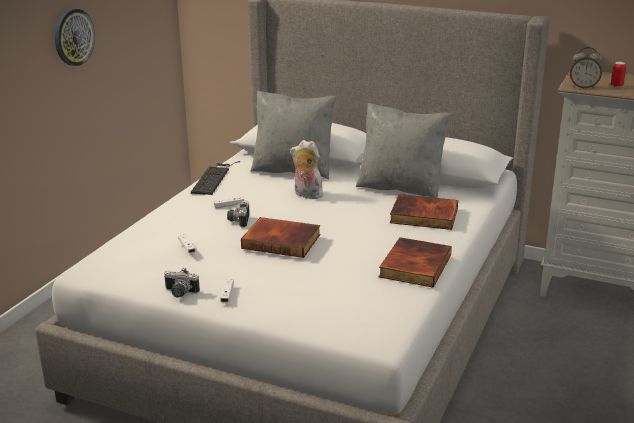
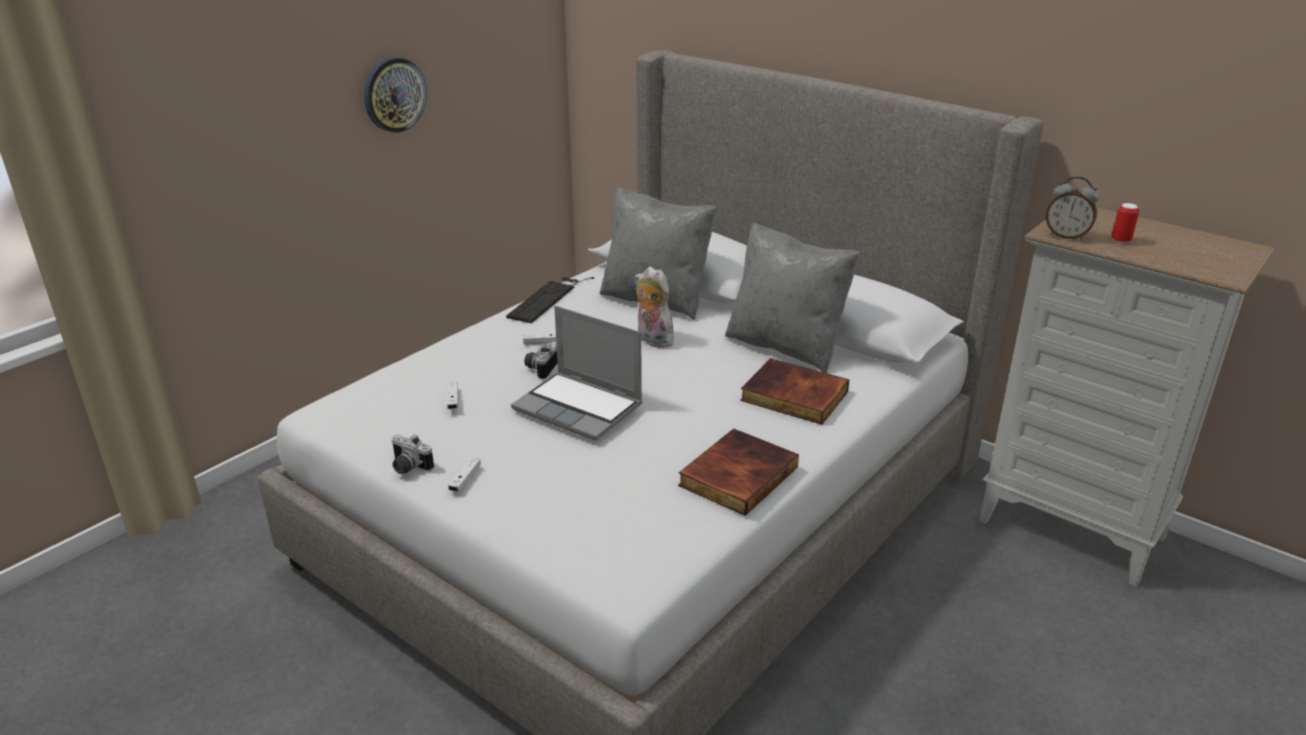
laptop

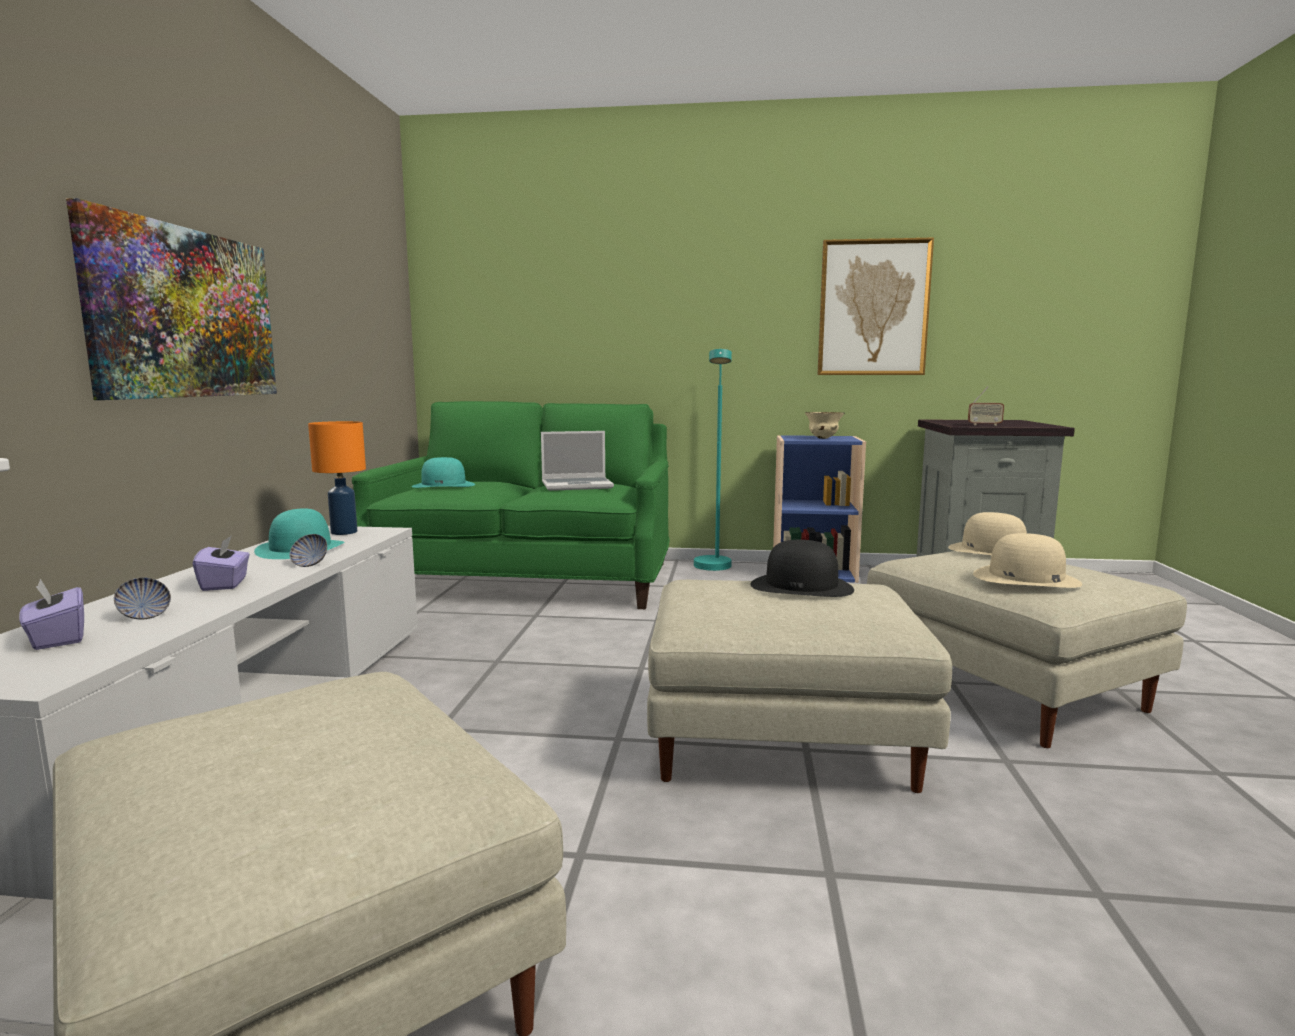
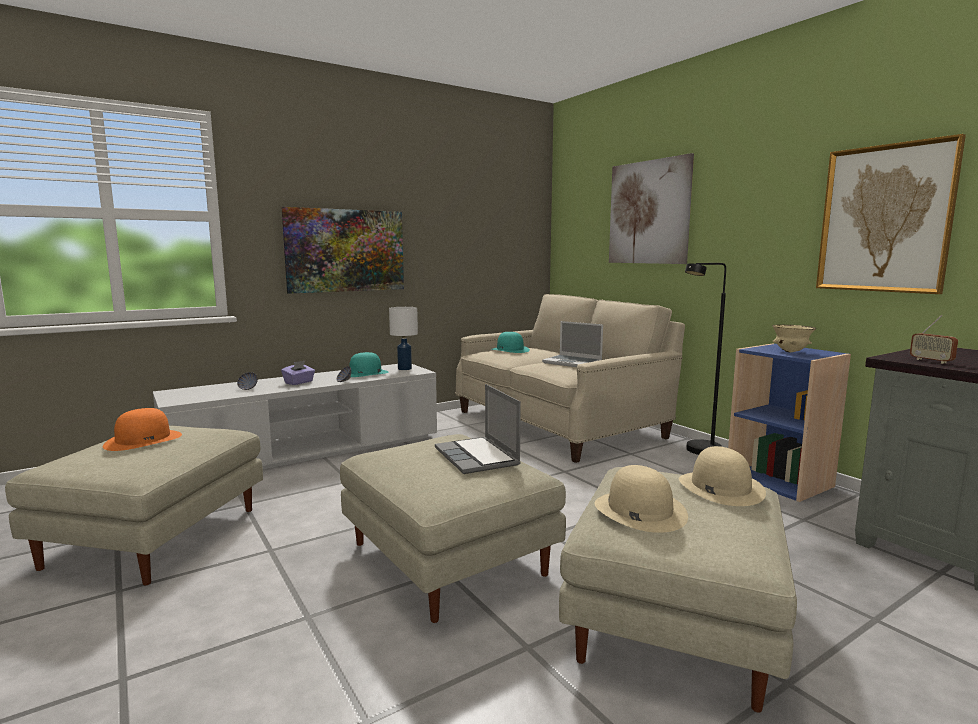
orange hat
white table lamp
laptop (no. 1 from left)
beige sofa
picture (no. 2 from left)
black floor lamp
purple tissue box (no. 1 from left in the first image)

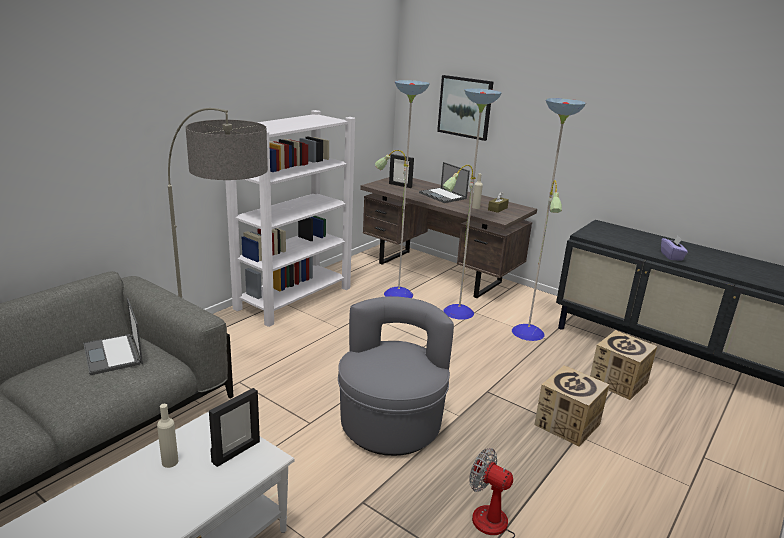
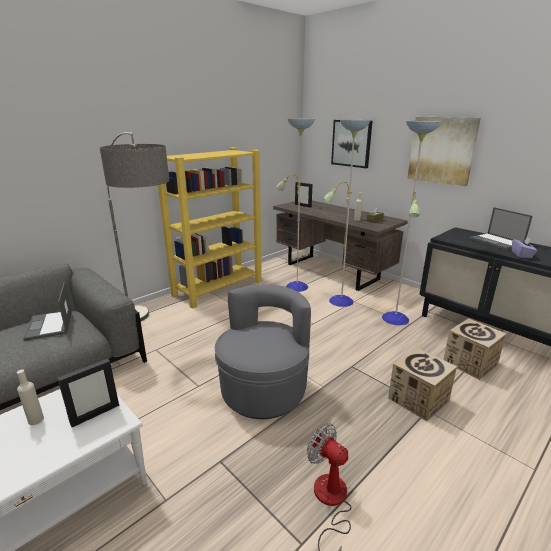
yellow bookcase
picture (no. 2 from left)
laptop (no. 2 from left)

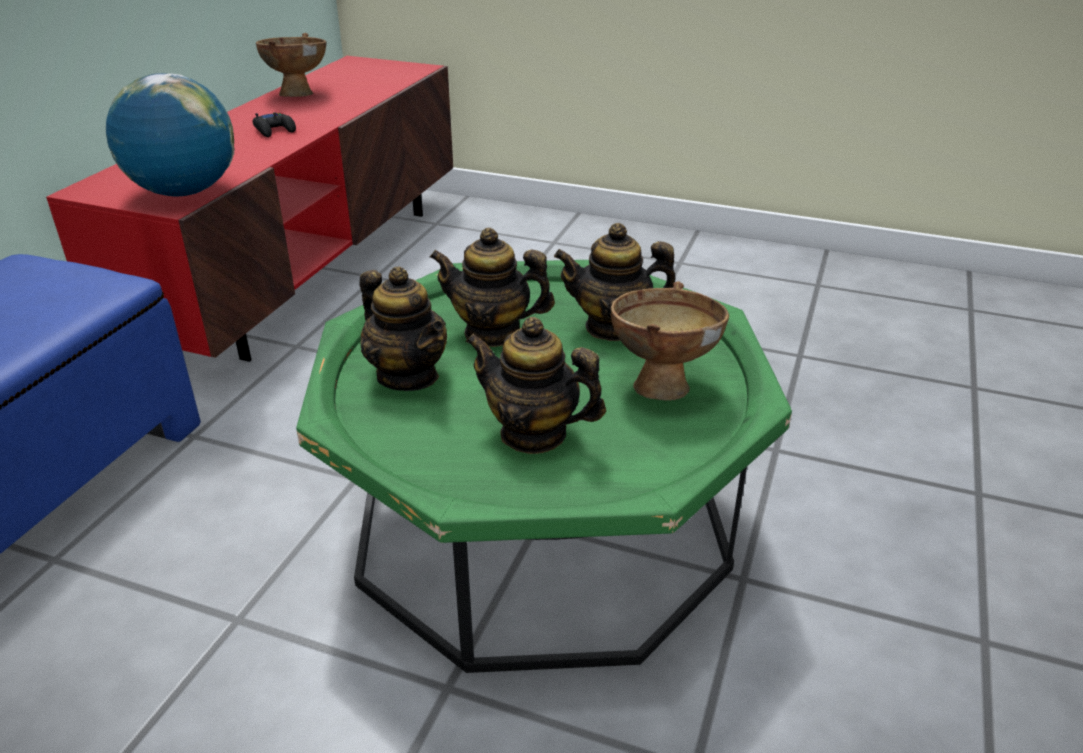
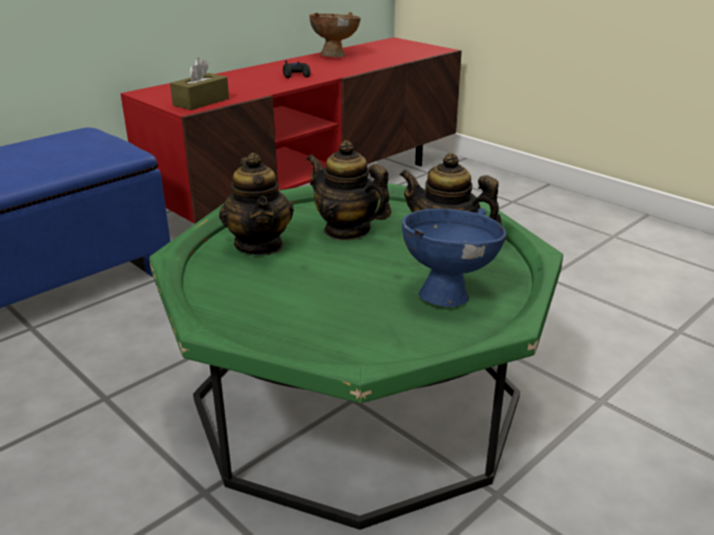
brown tissue box
blue bowl
teapot (no. 3 from left in the first image)

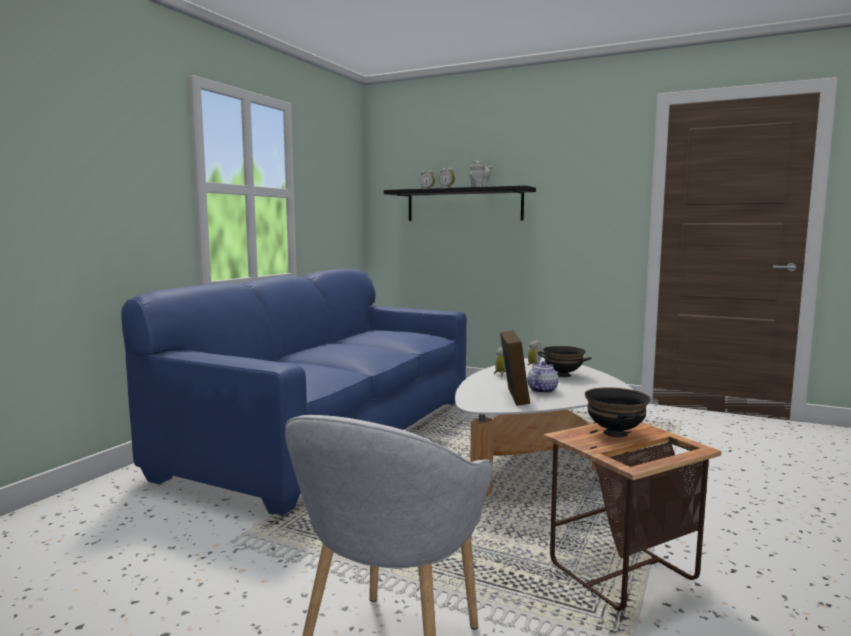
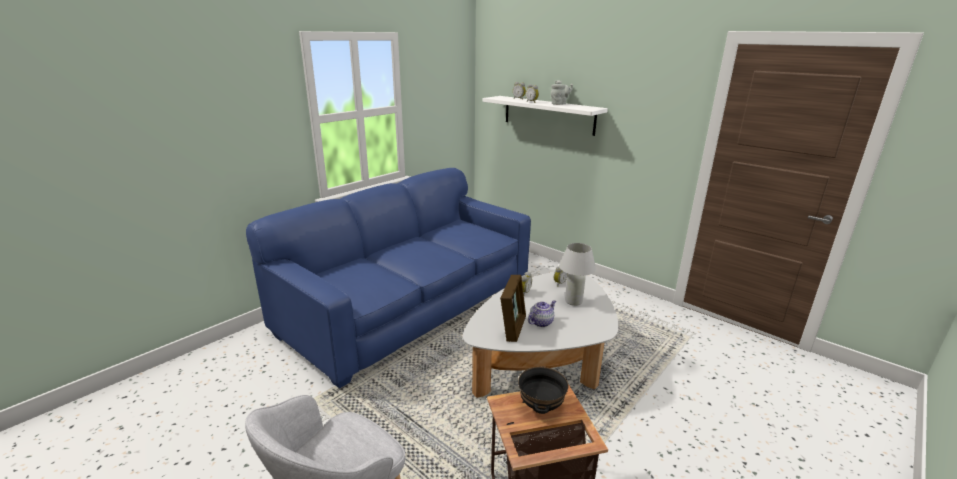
white shelf
white table lamp

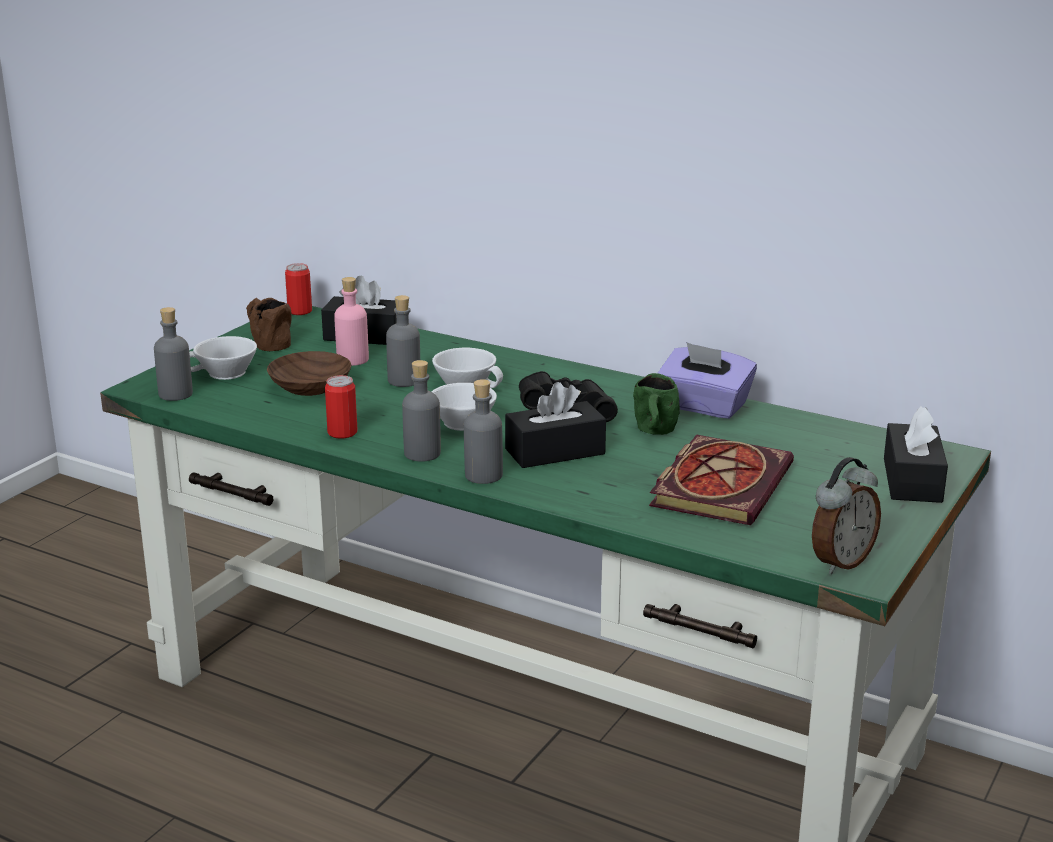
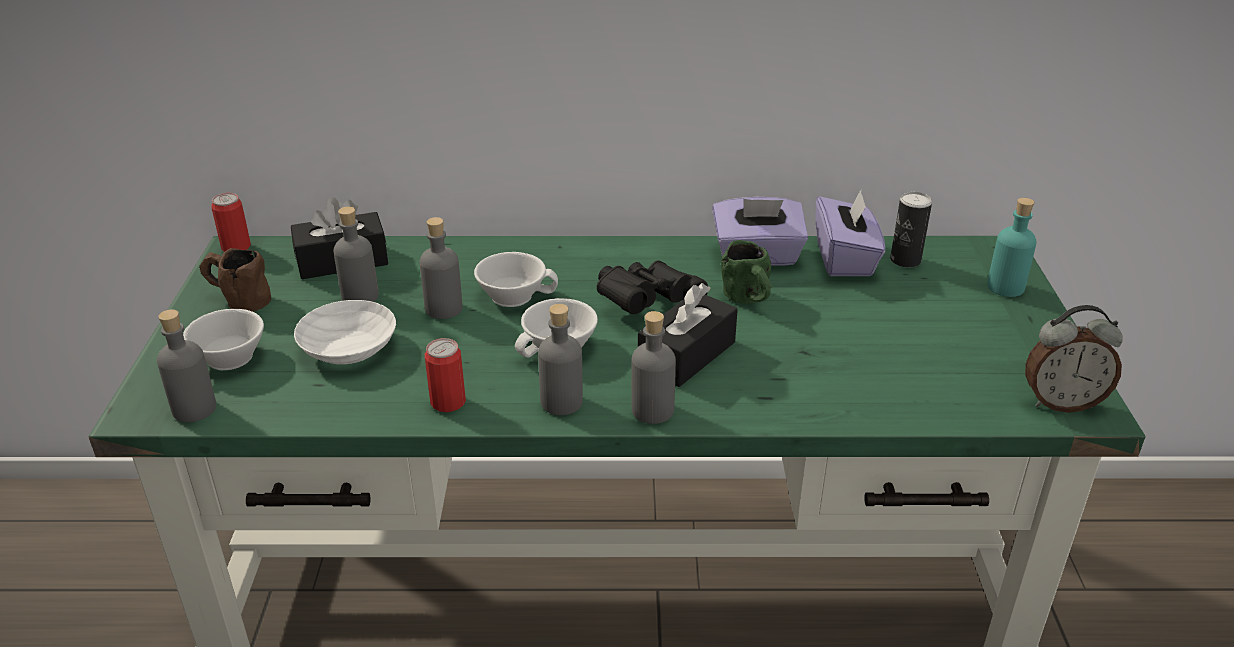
white bowl
grey bottle (no. 2 from left)
purple tissue box (no. 2 from left)
can (no. 3 from left)
turquoise bottle
alarm clock
book

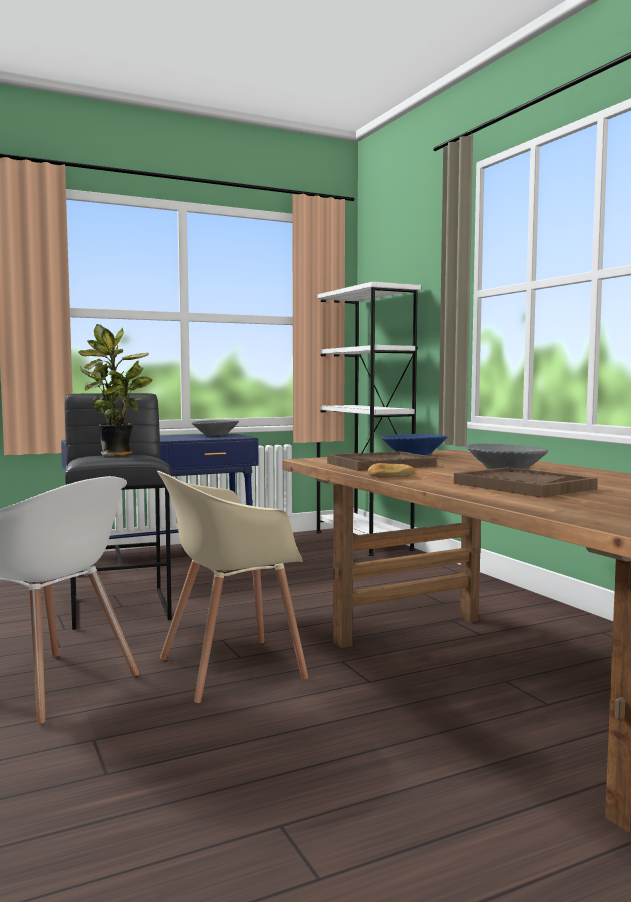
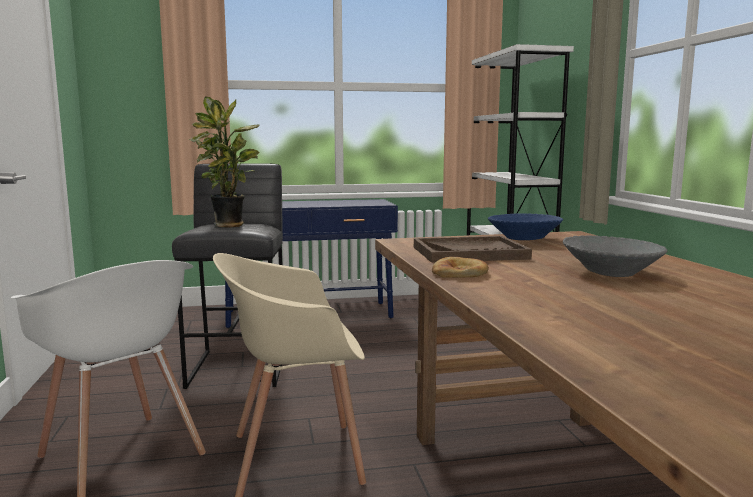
grey bowl (no. 1 from left in the first image)
brown tray (no. 2 from left in the first image)

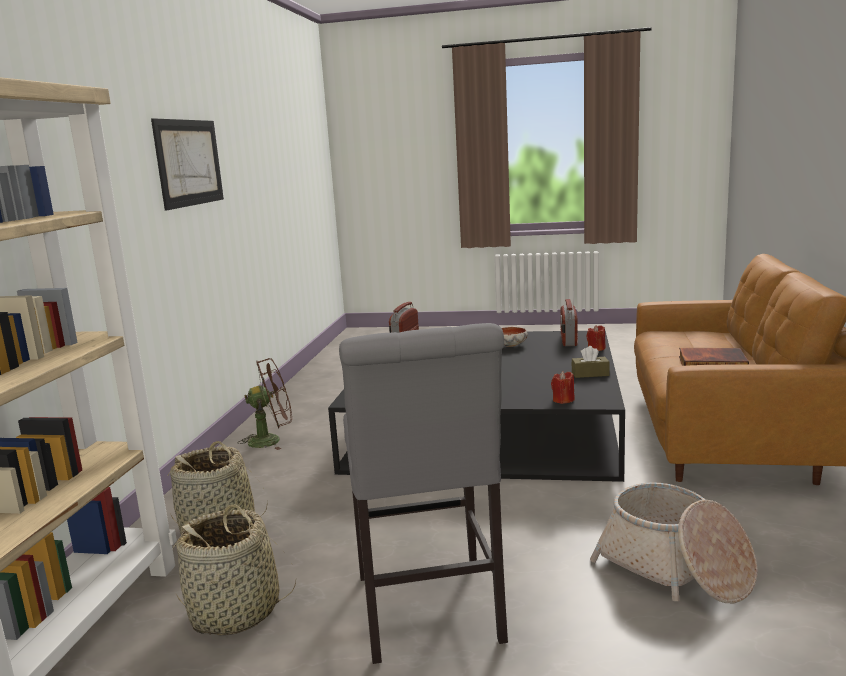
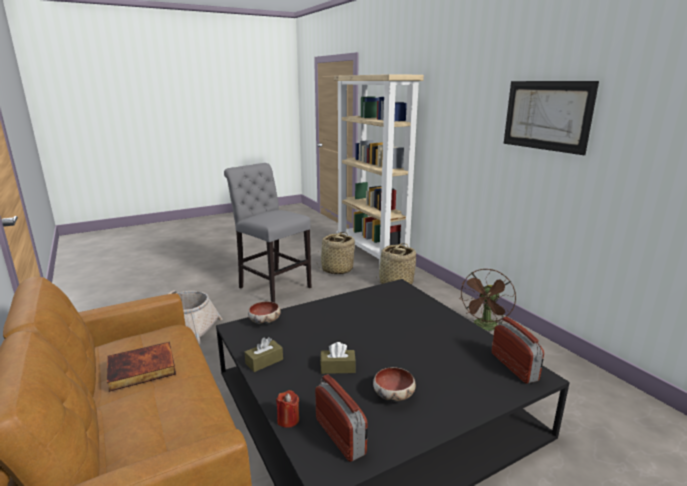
bowl (no. 1 from left)
brown tissue box (no. 2 from left)

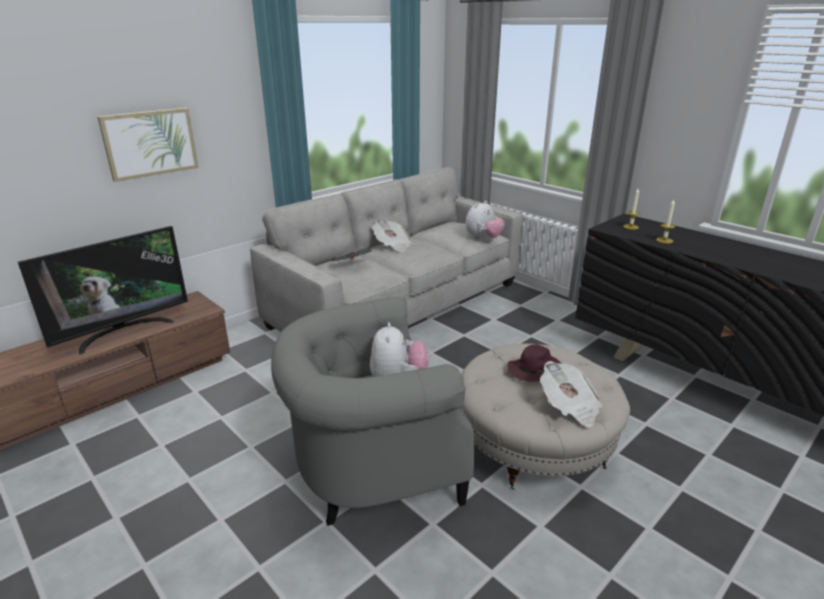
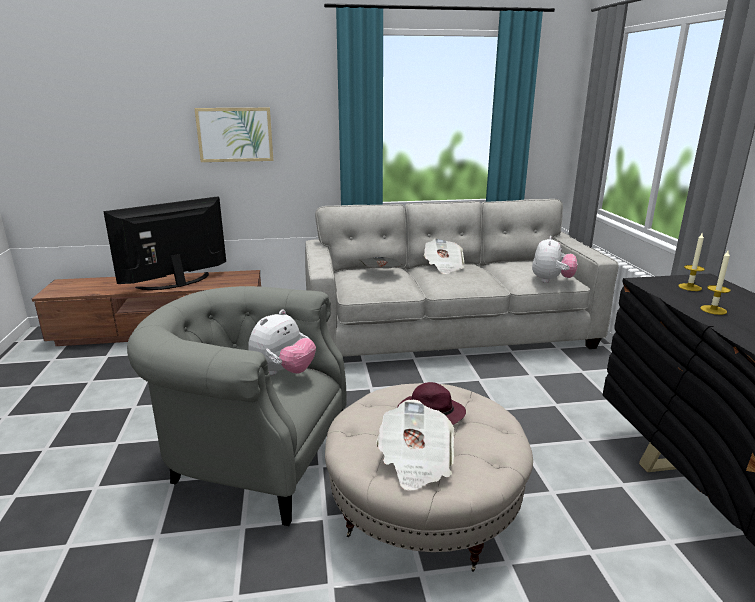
television
plush toy (no. 2 from left)

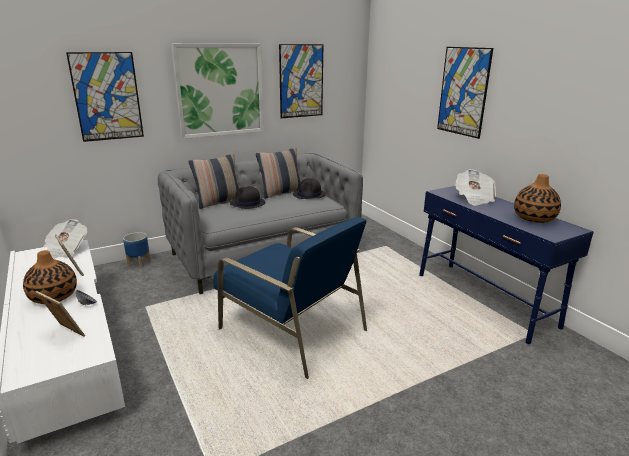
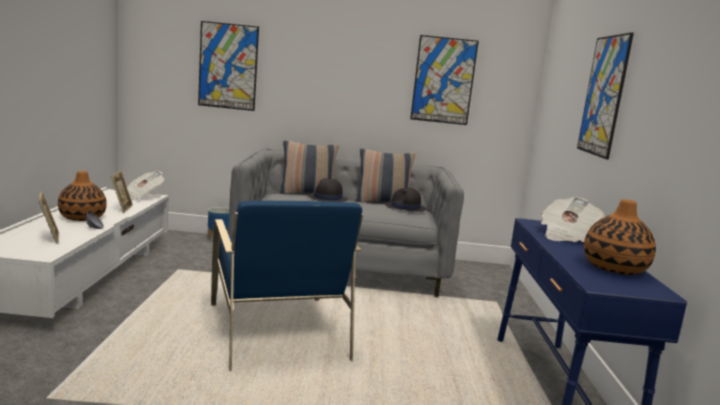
picture (no. 2 from left in the first image)

